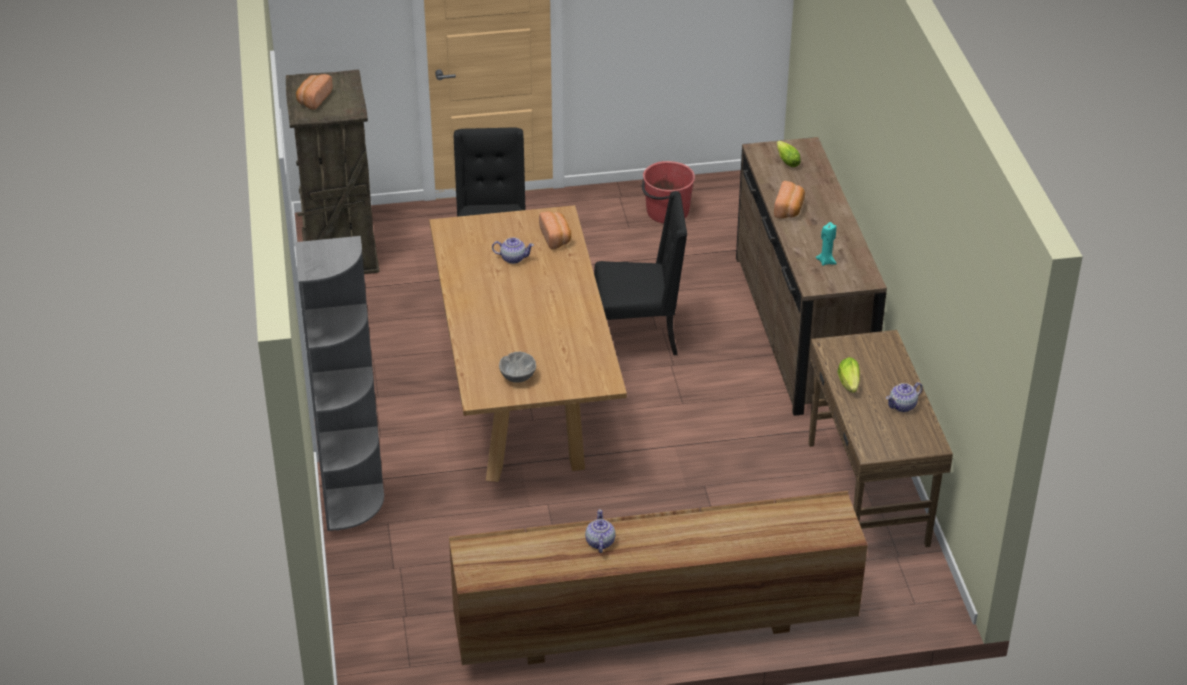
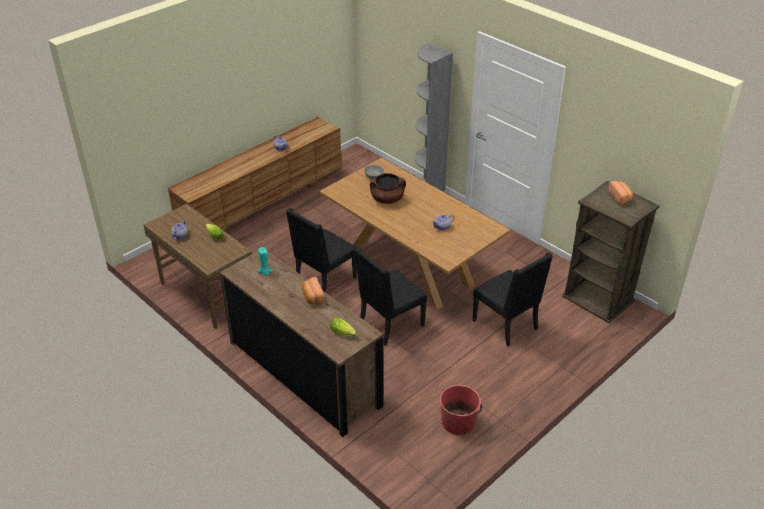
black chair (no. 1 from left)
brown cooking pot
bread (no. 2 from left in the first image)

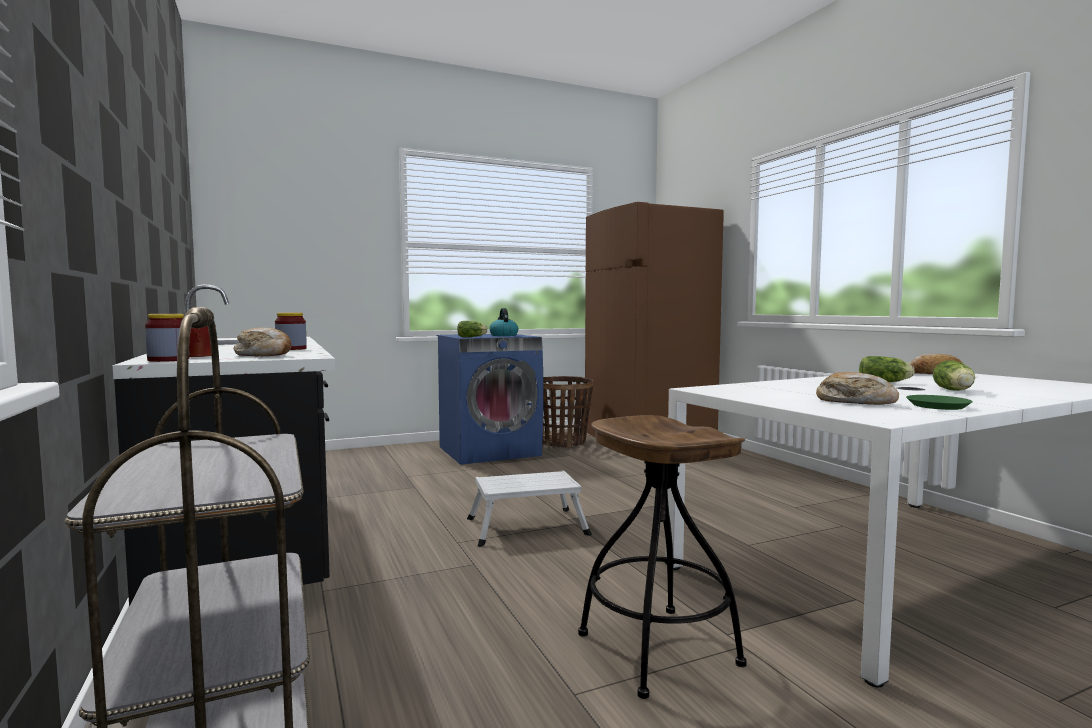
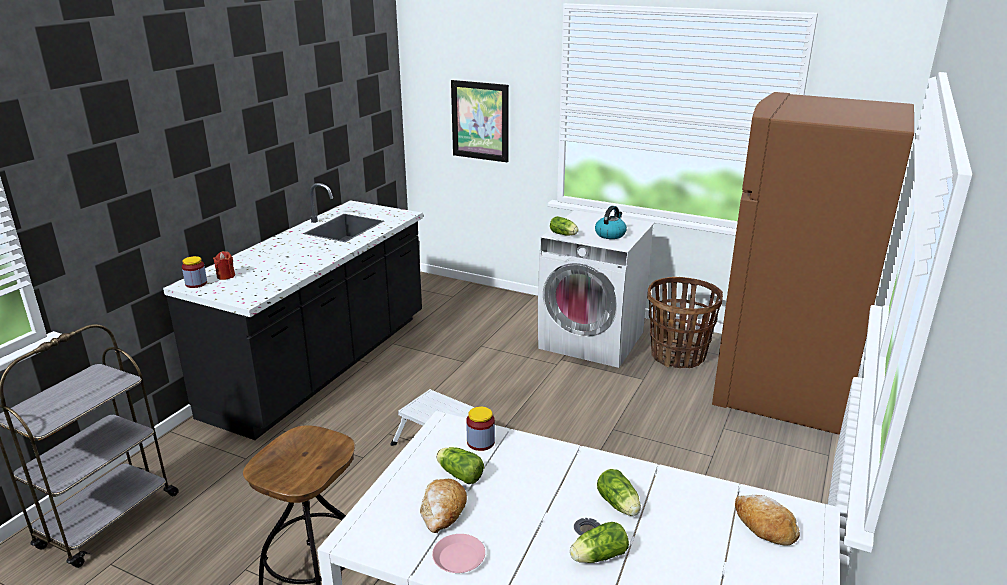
pink plate
lettuce (no. 1 from left)
picture
jar (no. 2 from left)
white washing machine
bread (no. 1 from left in the first image)

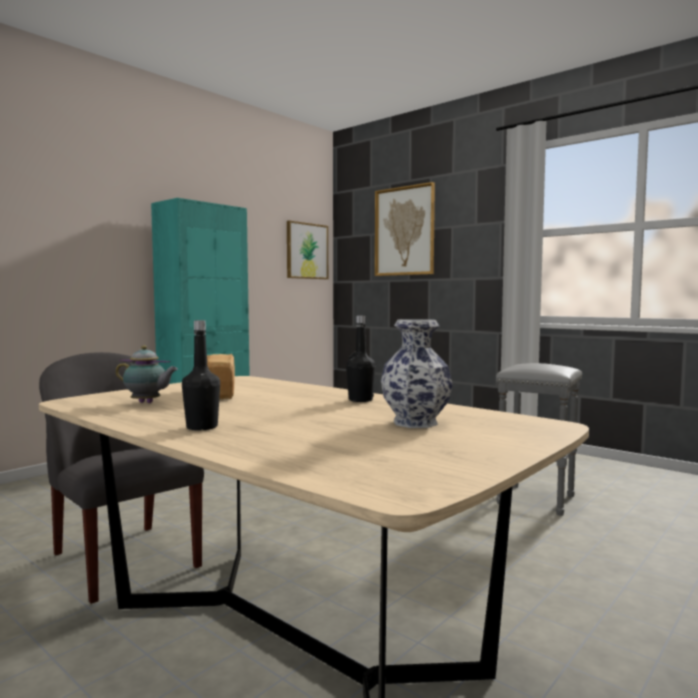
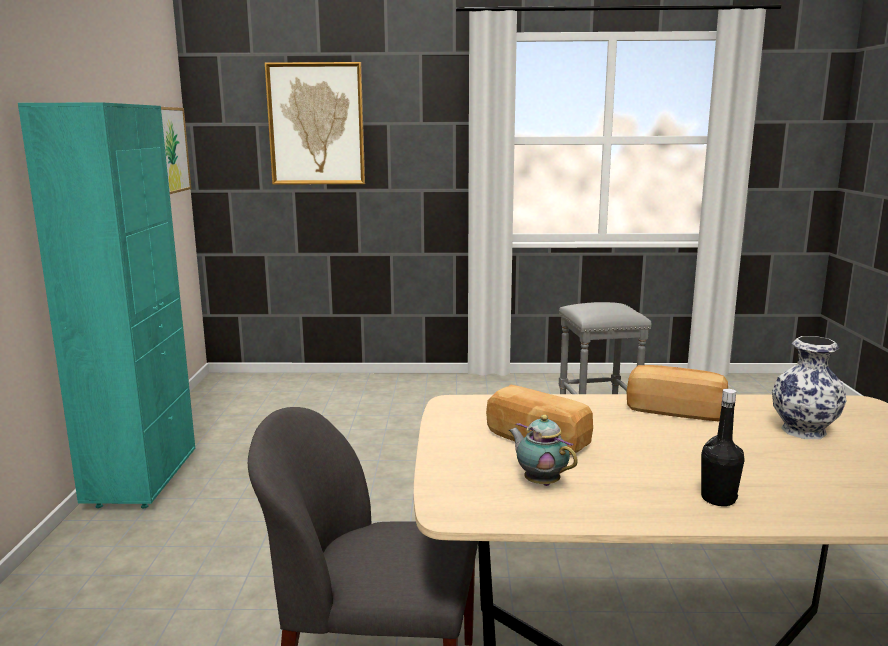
teapot
bread (no. 2 from left)

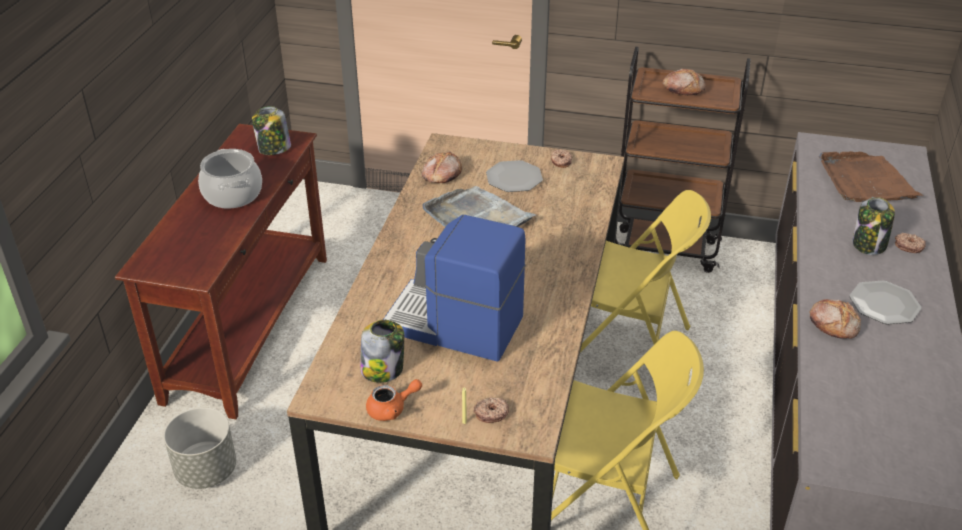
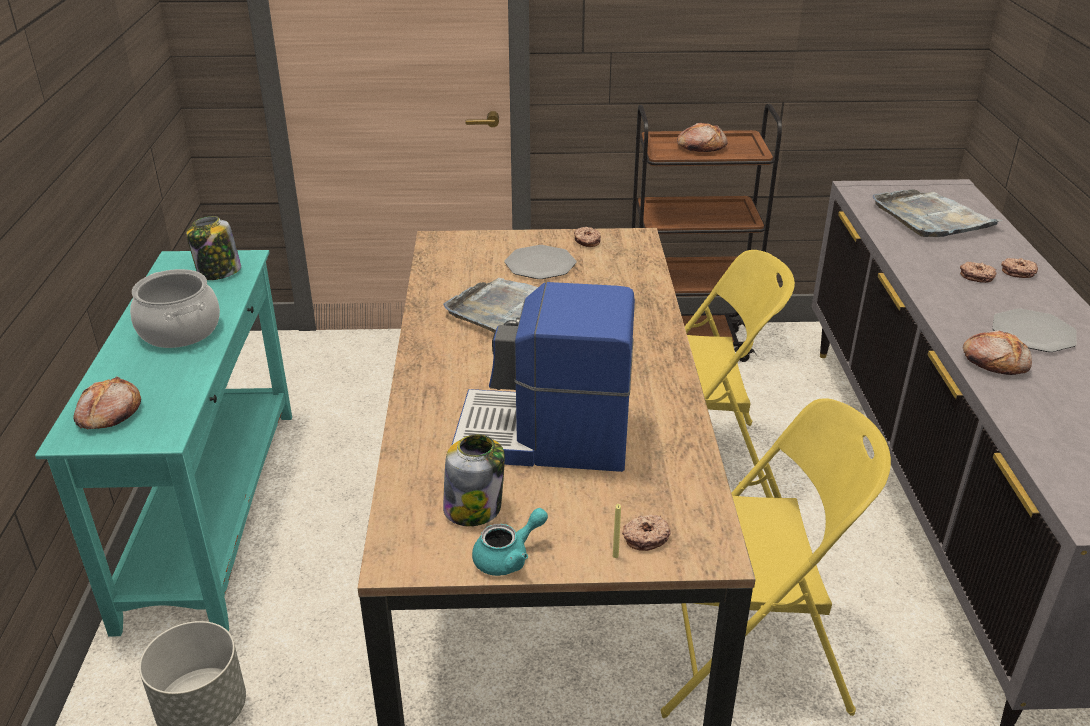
turquoise console table
bread (no. 1 from left)
turquoise teapot
grey tray (no. 2 from left)
donut (no. 3 from left)

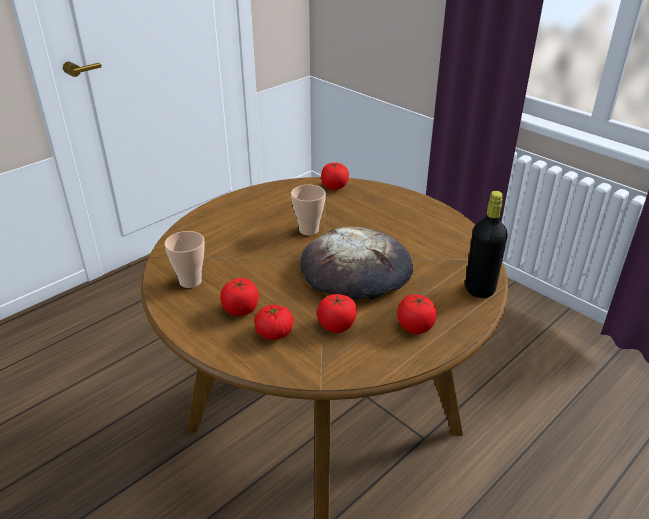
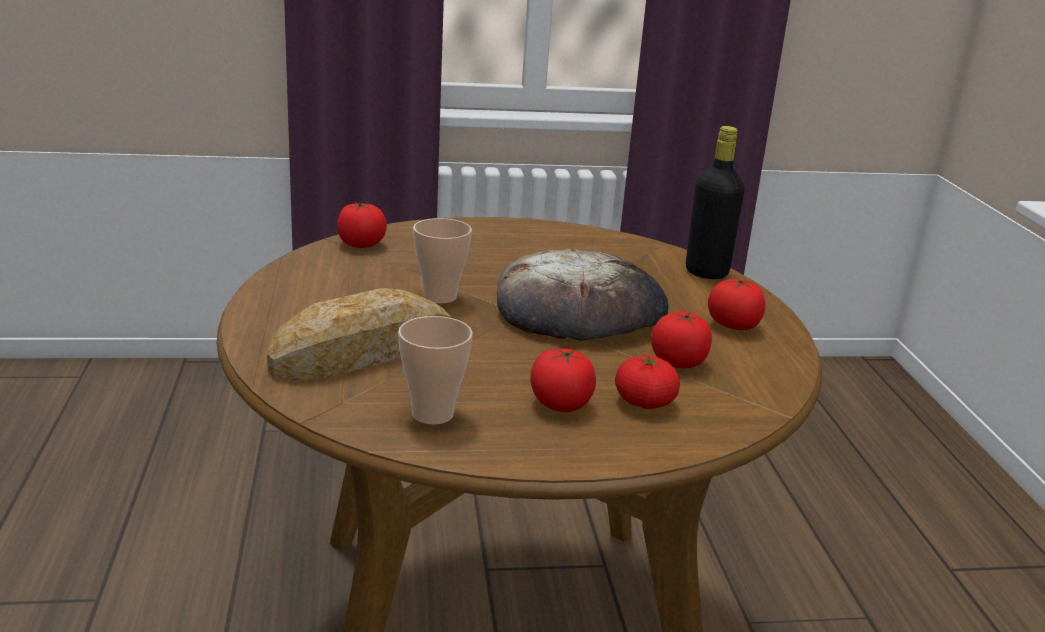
bread (no. 1 from left)

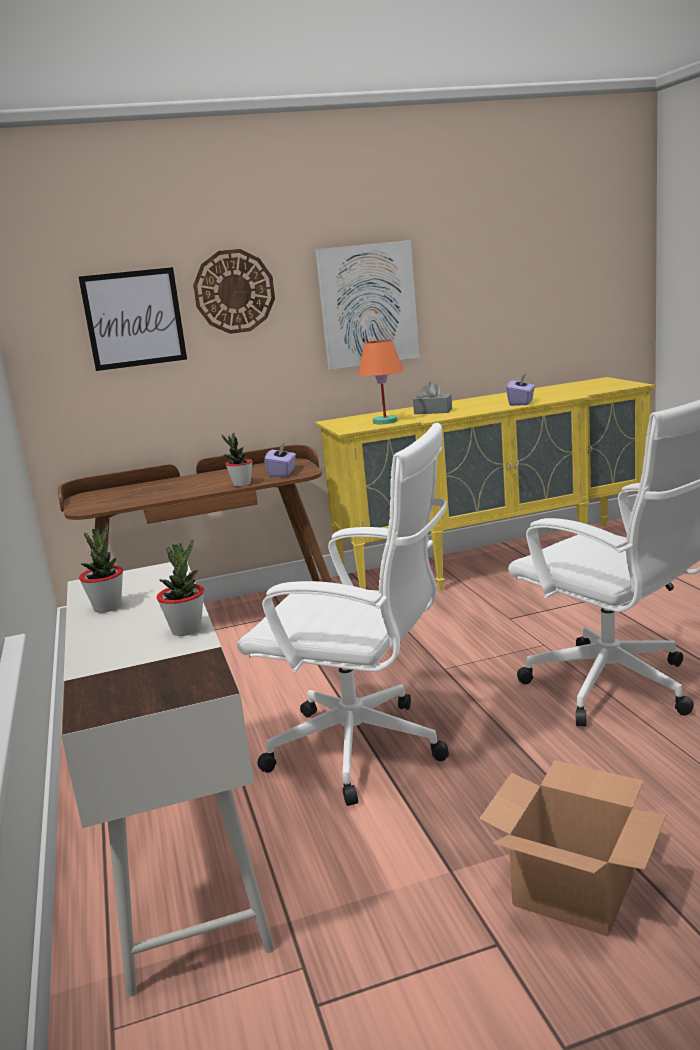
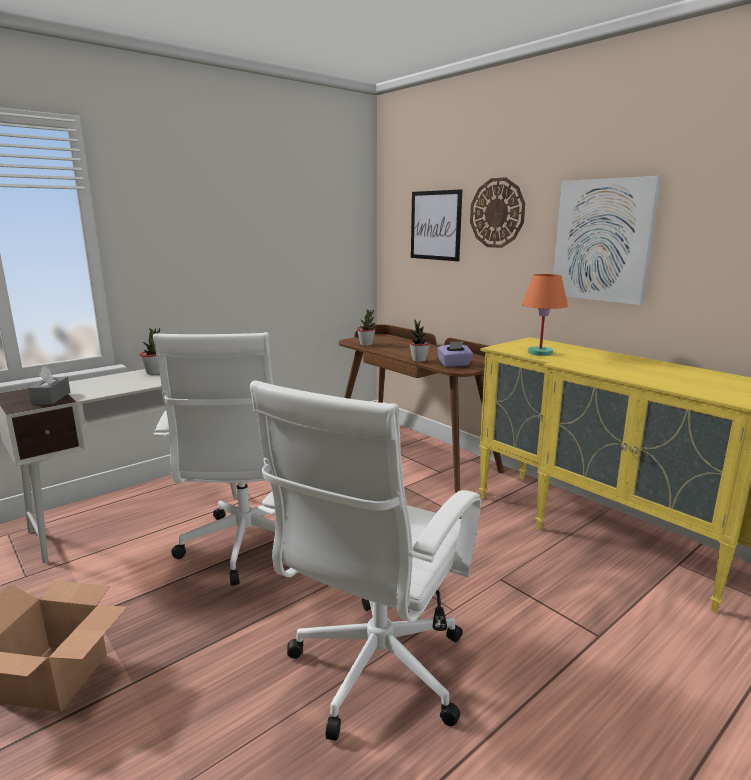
grey tissue box
potted plant (no. 2 from left)
purple tissue box (no. 2 from left in the first image)

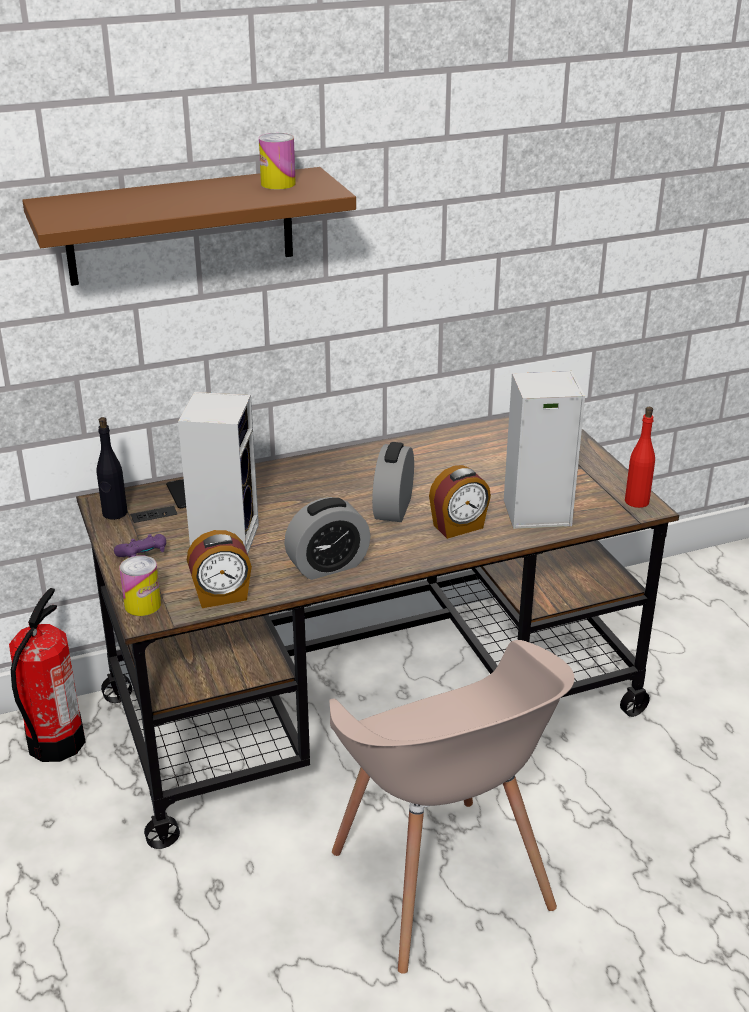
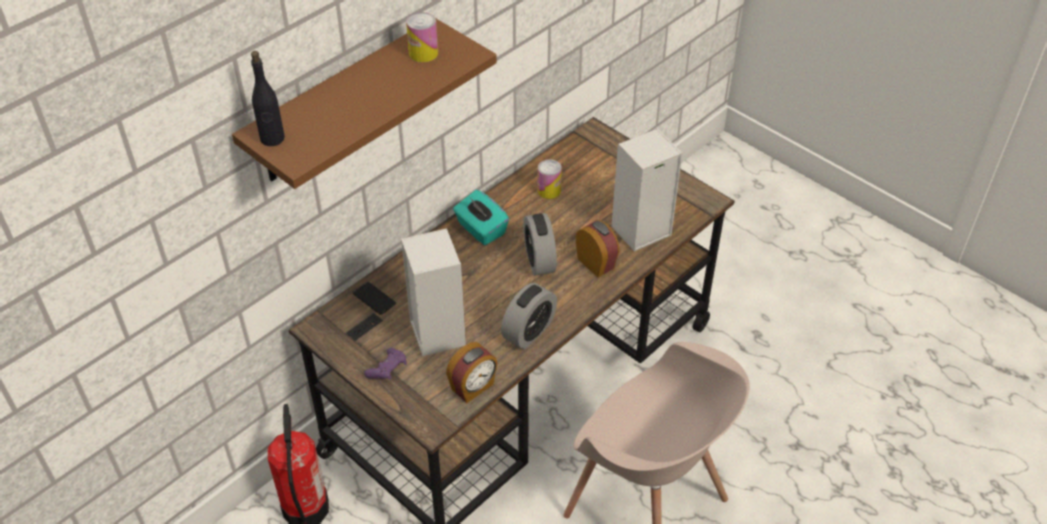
black bottle
turquoise tissue box
can (no. 2 from left)
alarm clock (no. 4 from left)
red bottle

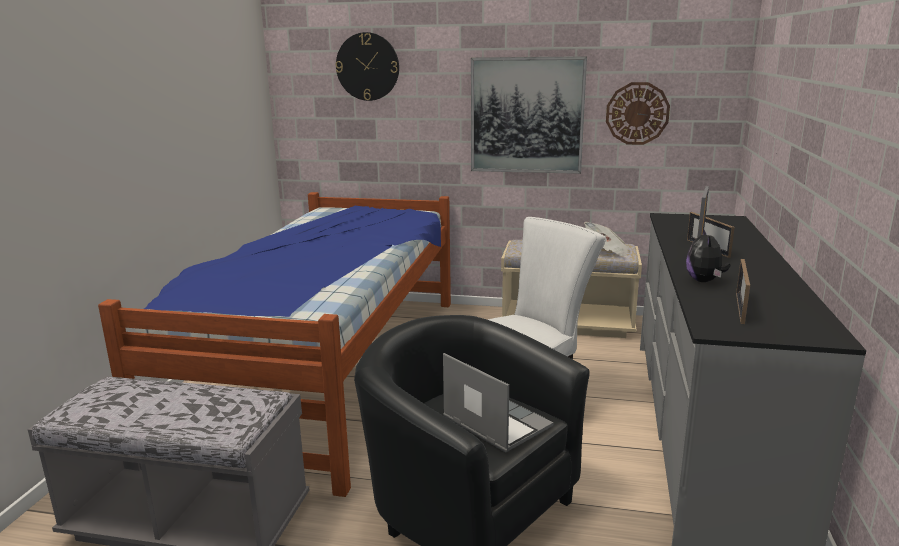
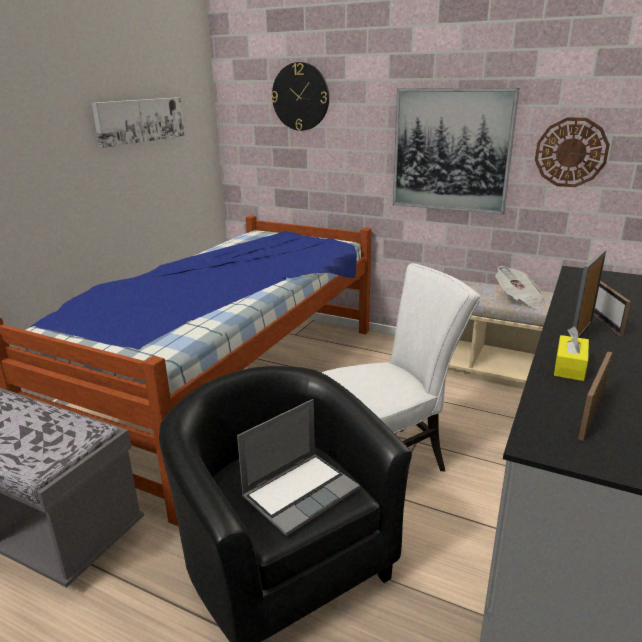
picture (no. 1 from left)
laptop
yellow tissue box

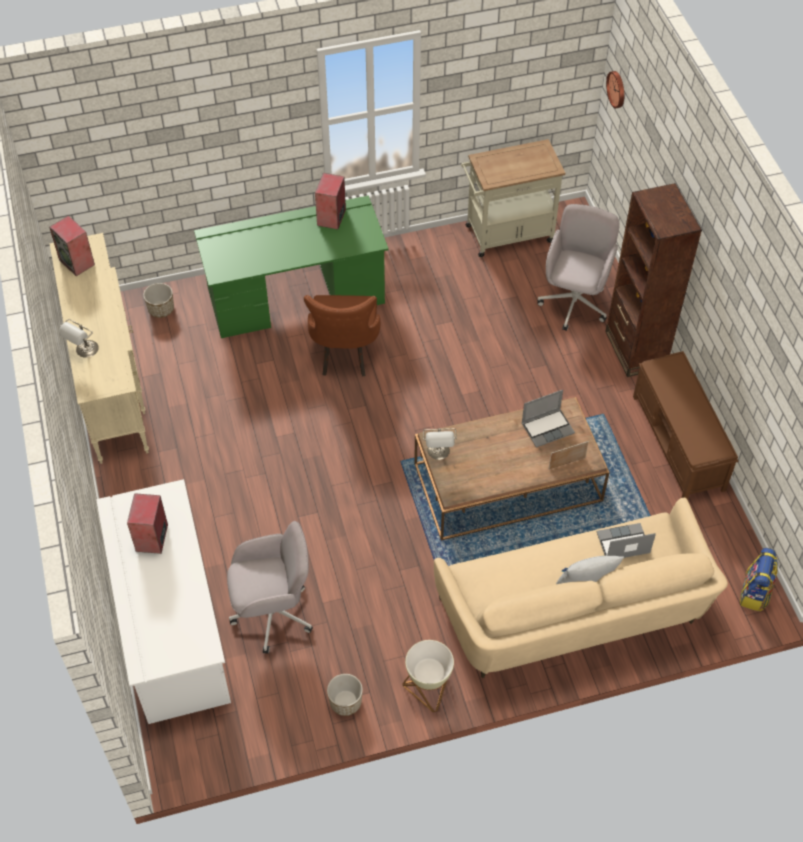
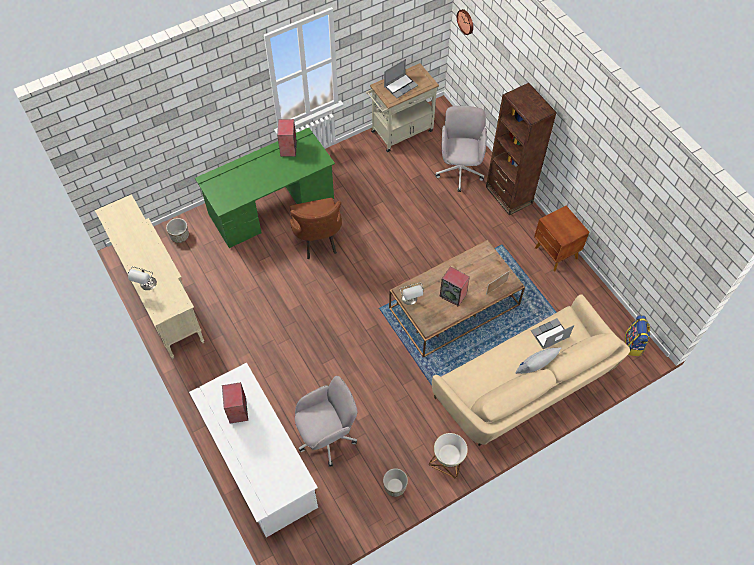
laptop (no. 1 from left)
speaker (no. 3 from left)
brown nightstand

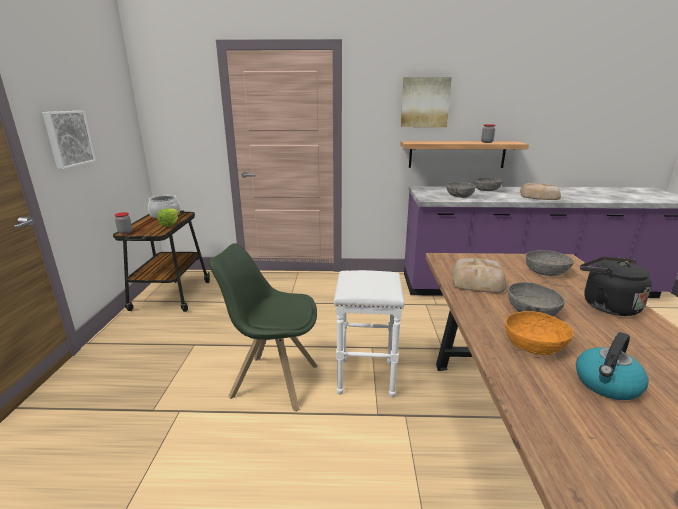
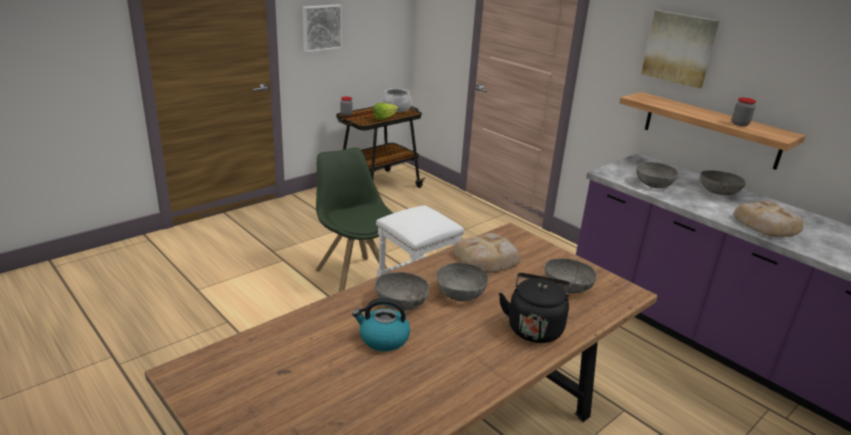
grey bowl (no. 1 from left)

